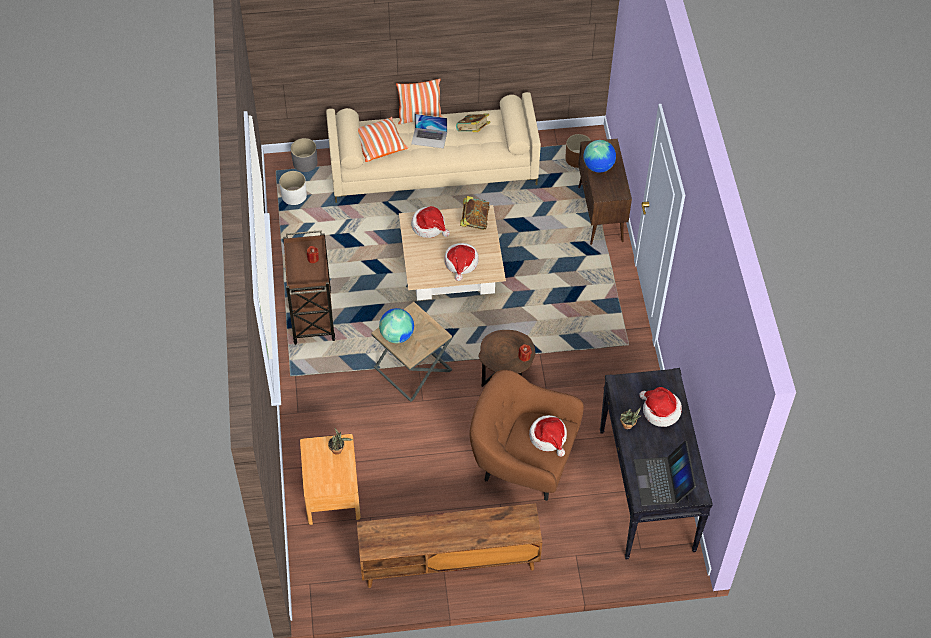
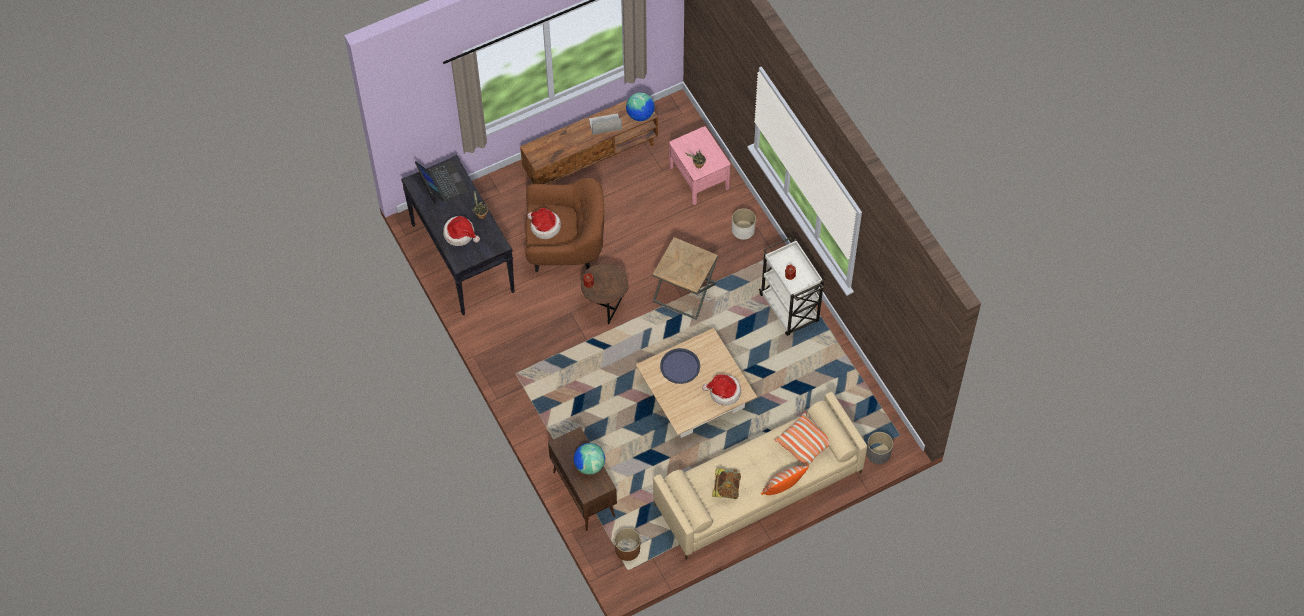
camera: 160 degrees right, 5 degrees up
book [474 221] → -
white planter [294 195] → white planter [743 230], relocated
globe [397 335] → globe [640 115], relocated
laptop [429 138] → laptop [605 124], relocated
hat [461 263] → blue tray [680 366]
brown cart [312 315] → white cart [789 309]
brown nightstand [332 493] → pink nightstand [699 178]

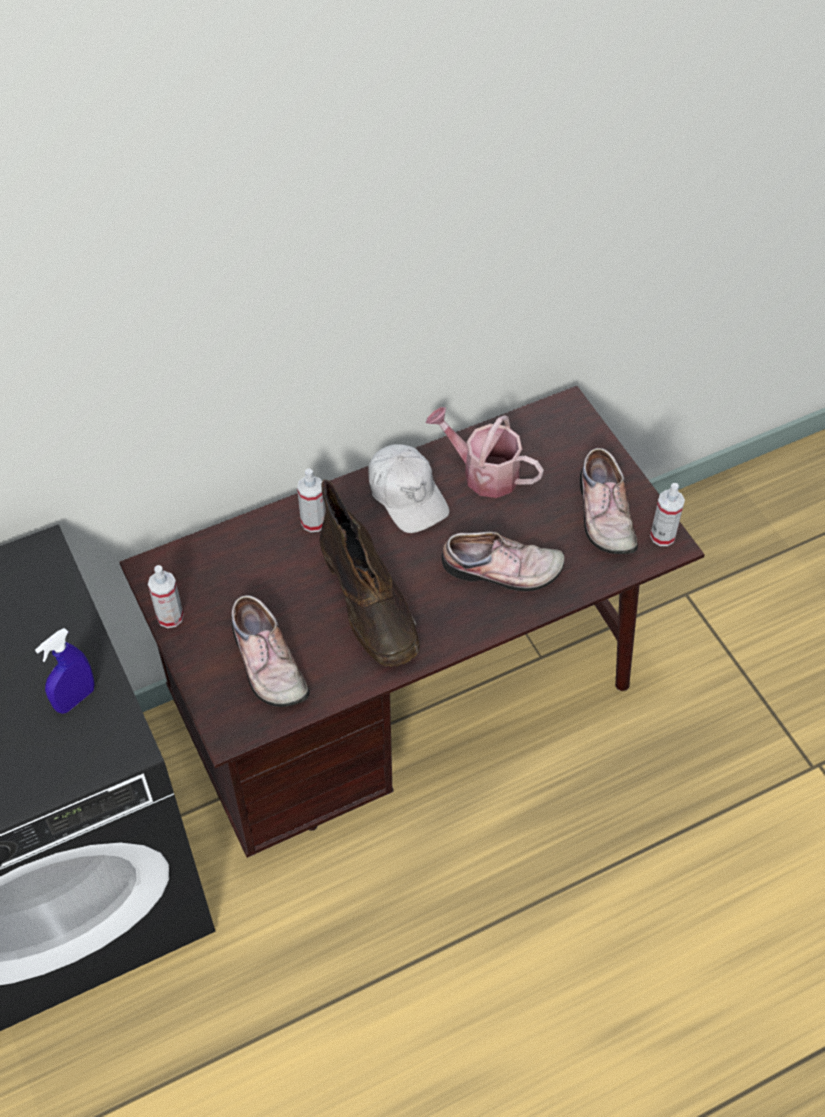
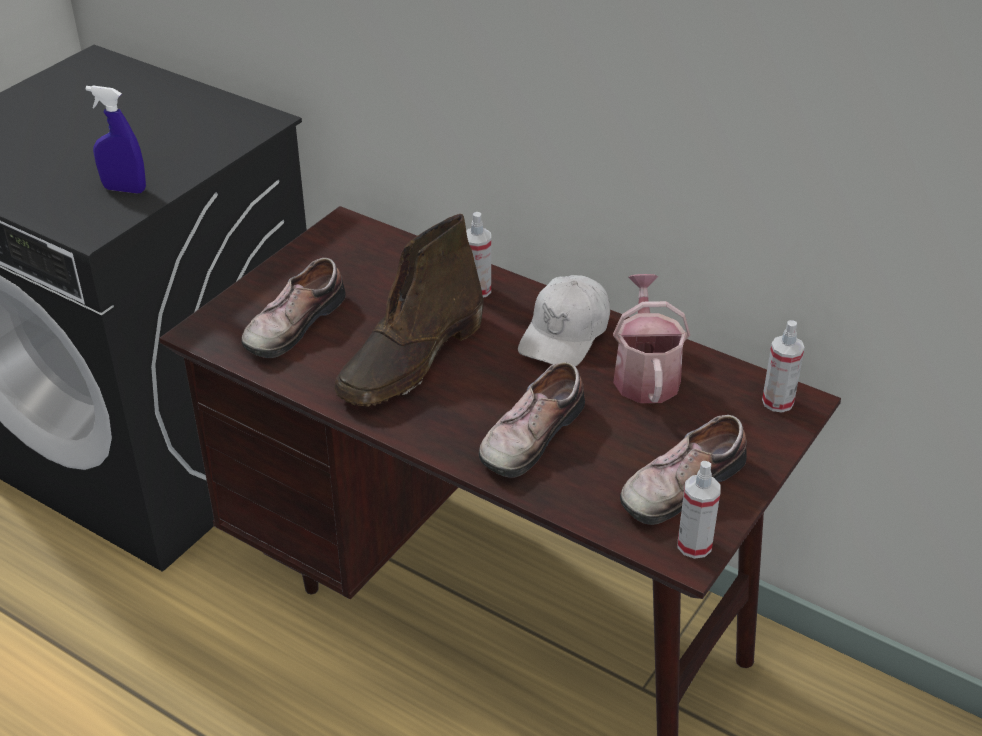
camera: 60 degrees right, 15 degrees down
spray bottle [170 617] → spray bottle [777 402], relocated
shoe [502 571] → shoe [528 434], 60 degrees clockwise

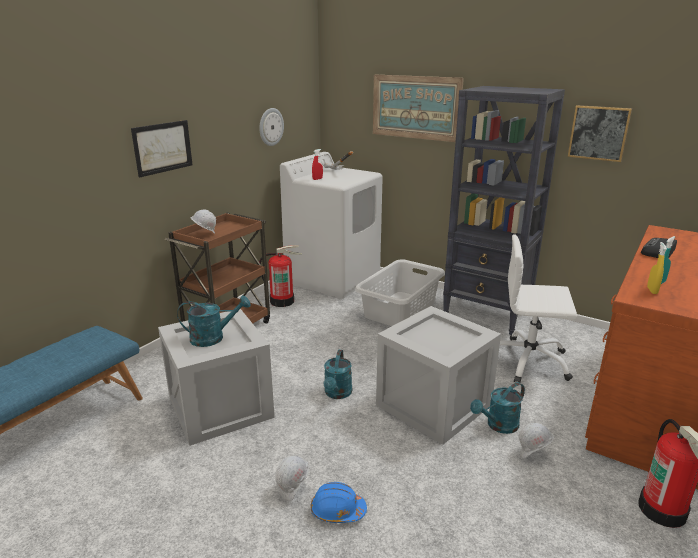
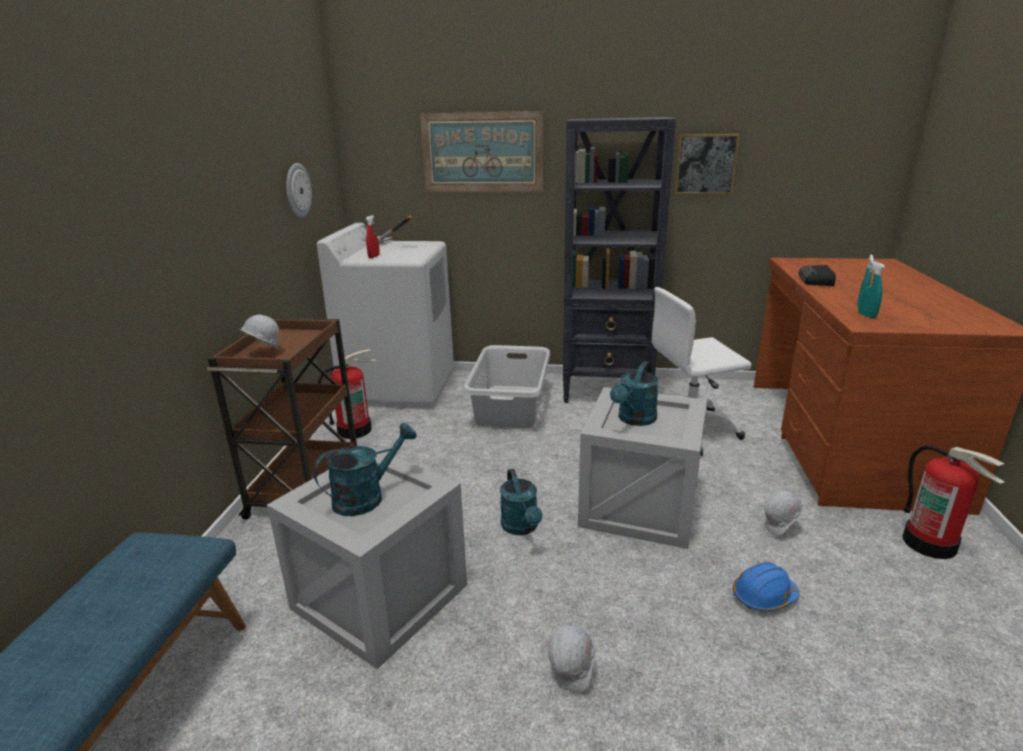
camera: 25 degrees left, 0 degrees up
picture [162 147] → -
blue hard hat [337 511] → blue hard hat [764 597], relocated
turquoise watering can [498 426] → turquoise watering can [634 420], relocated
yellow spray bottle [652 290] → turquoise spray bottle [866 315]

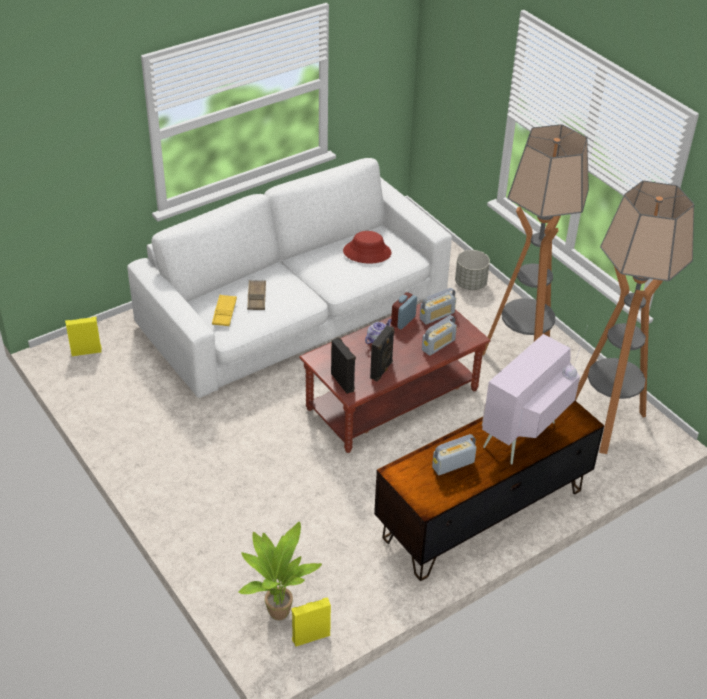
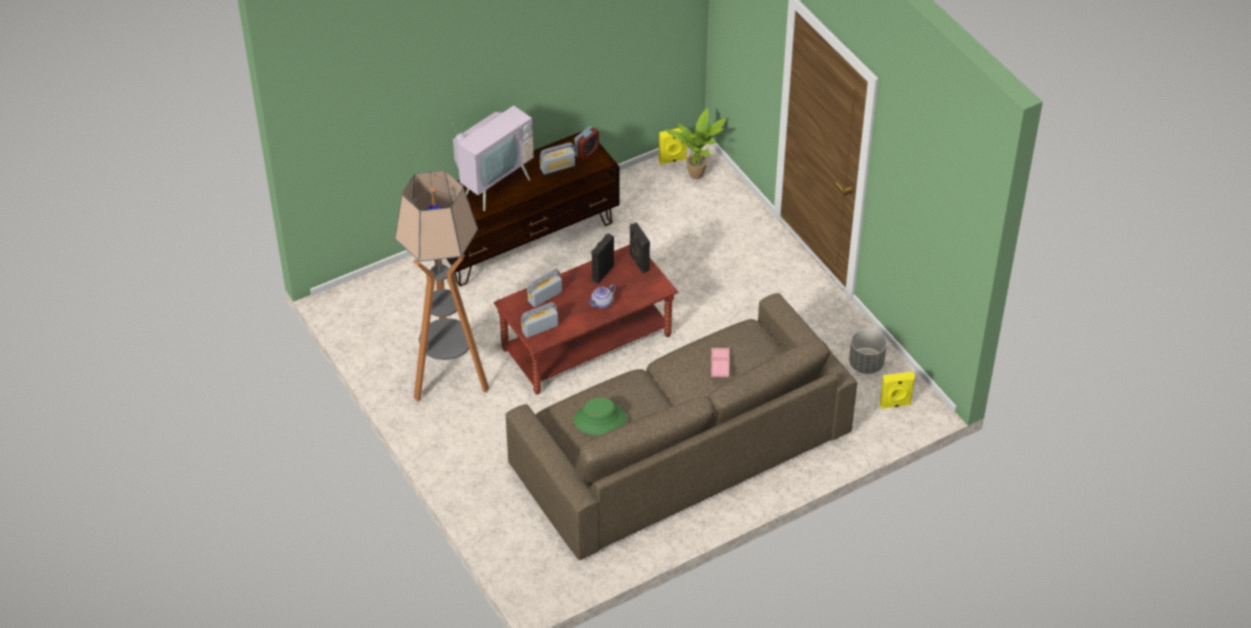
camera: 175 degrees left, 5 degrees up
yellow tray [224 313] → -
floor lamp [606 423] → -
alarm clock [403 321] → alarm clock [586 152], relocated
grey planter [470 283] → grey planter [866 364], relocated
white sofa [295 310] → brown sofa [679 448]
brown tray [256 297] → pink tray [720 364]
red hat [367 252] → green hat [600 420]

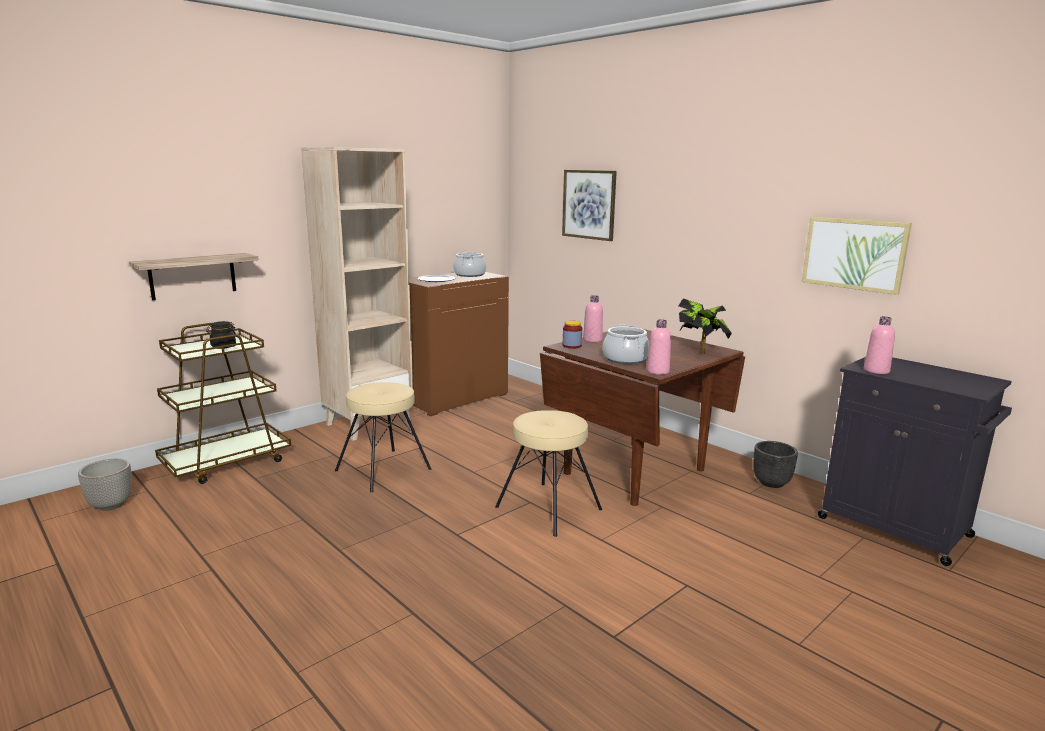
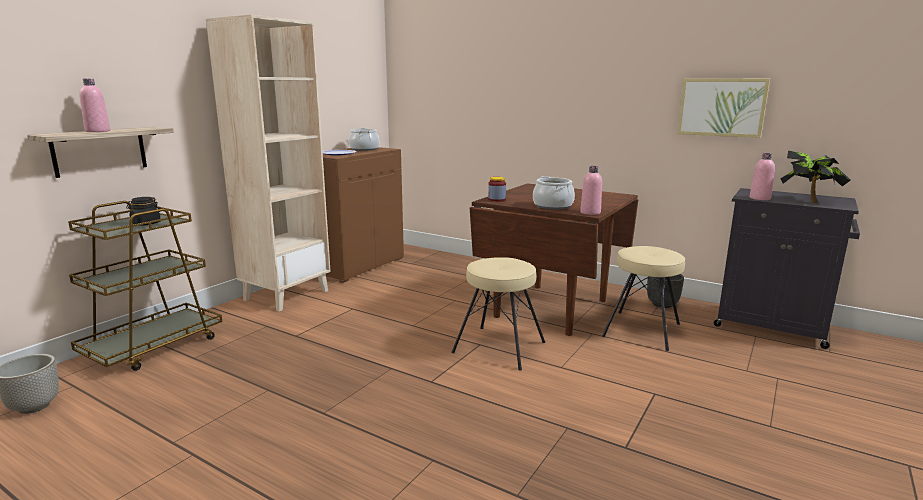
camera: 15 degrees left, 0 degrees up
picture [589 204] → -
beige stool [384 470] → beige stool [642 330], relocated
pink bottle [592 340] → pink bottle [97 131], relocated
potted plant [701 351] → potted plant [808 201], relocated

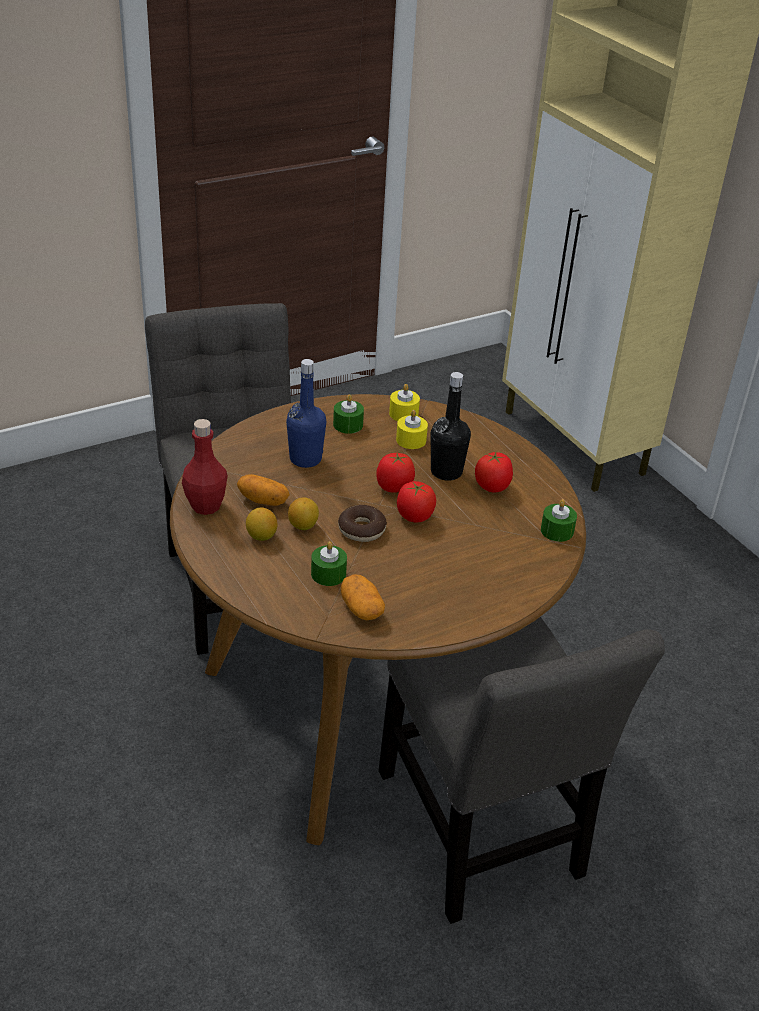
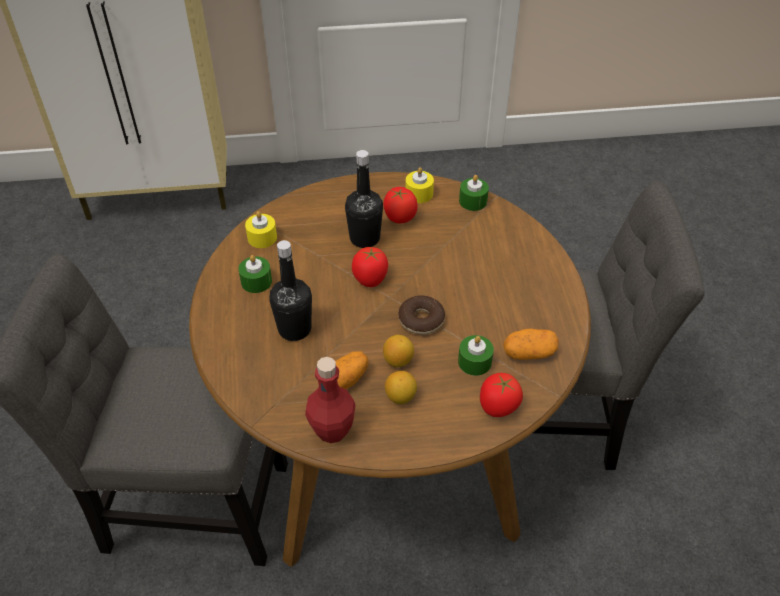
camera: 65 degrees left, 10 degrees up
yellow candle [411 440] → yellow candle [419 193], relocated
tomato [414 517] → tomato [498 407], relocated
blue bottle [305 459] → black bottle [294 329]

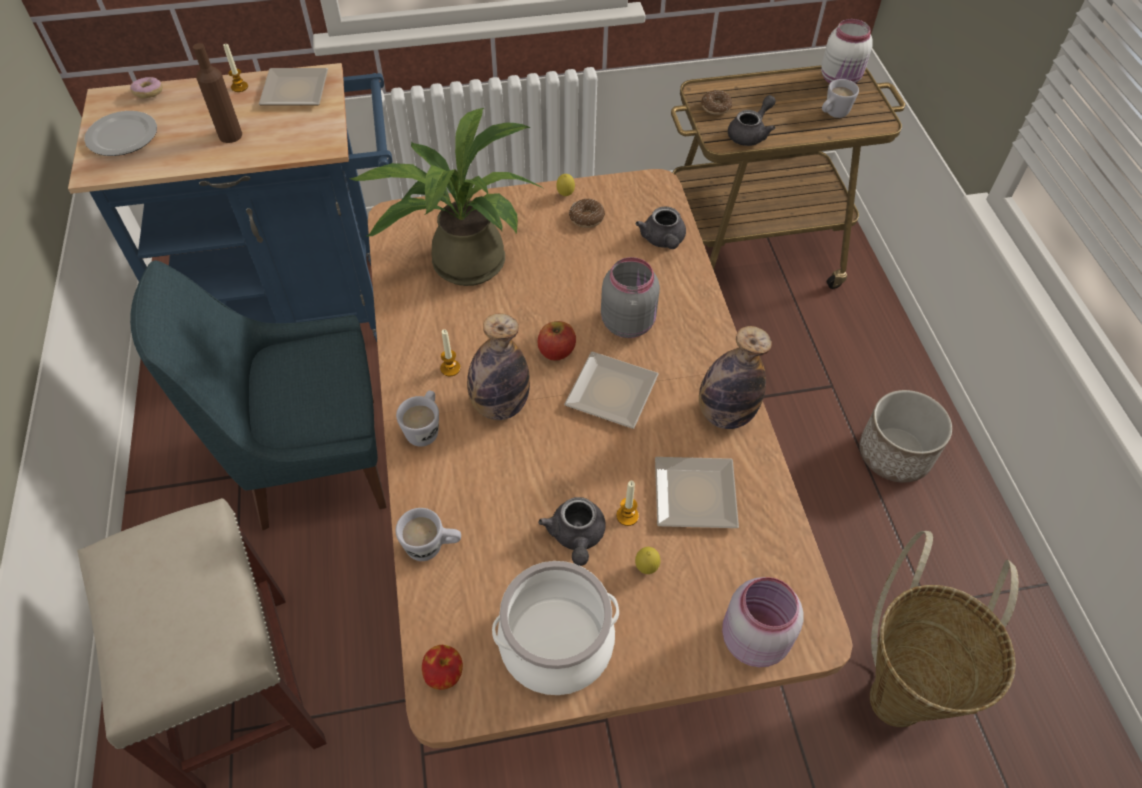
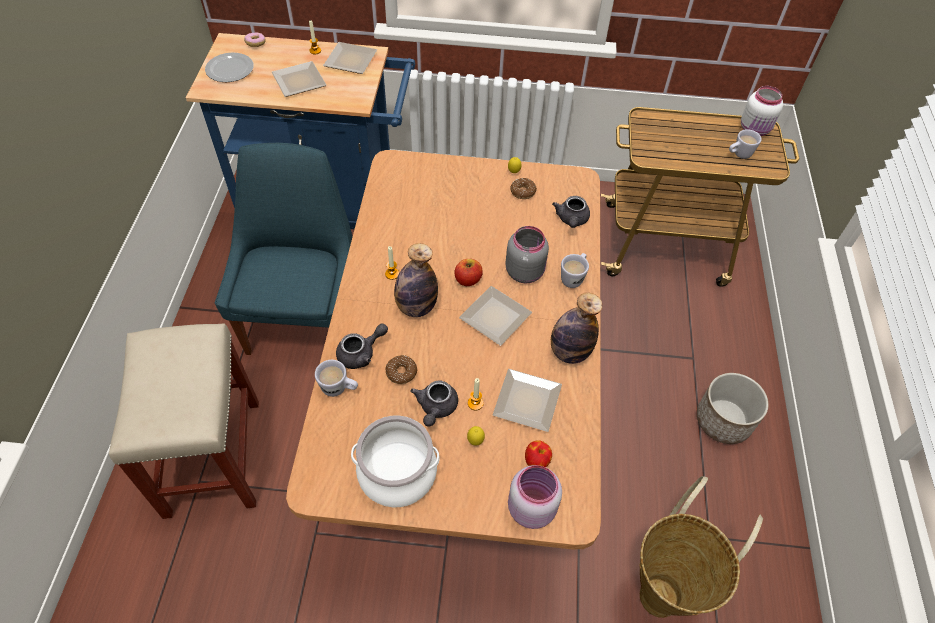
camera: 15 degrees right, 0 degrees up
potted plant [459 261] → -
white mug [425 428] → white mug [573 277], relocated
apple [444 674] → apple [537 461], relocated
donut [715 107] → donut [401 372], relocated
grey teapot [750 134] → grey teapot [361 353], relocated
brown bottle [230 135] → plate [298 83]
blue chair [312 462] → blue chair [304 318], 90 degrees clockwise

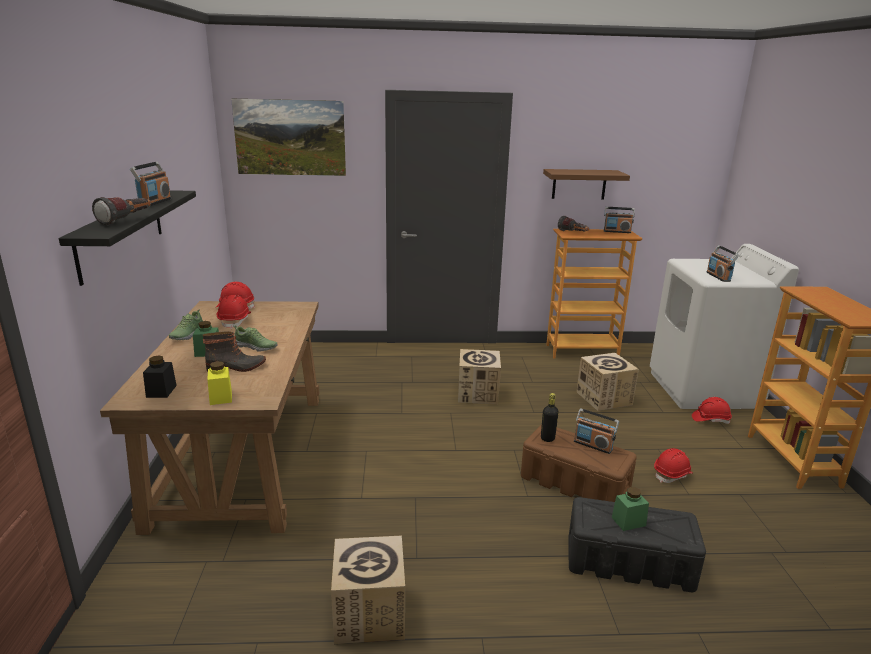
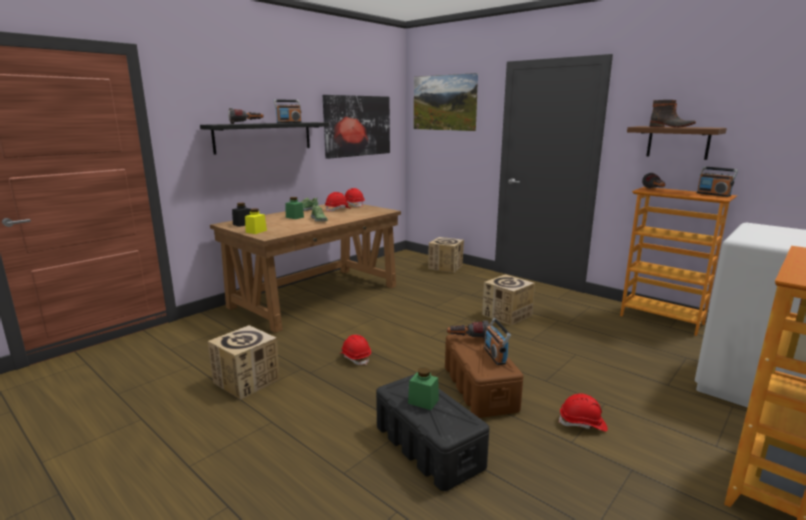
camera: 45 degrees right, 5 degrees down
radio [718 277] → -
- → picture [357 126]
boot [236 367] → boot [671 127], relocated
cardboard box [604 398] → cardboard box [445 267], relocated
red hard hat [710 419] → red hard hat [355 357], relocated
black bottle [547 438] → flashlight [467 339]

